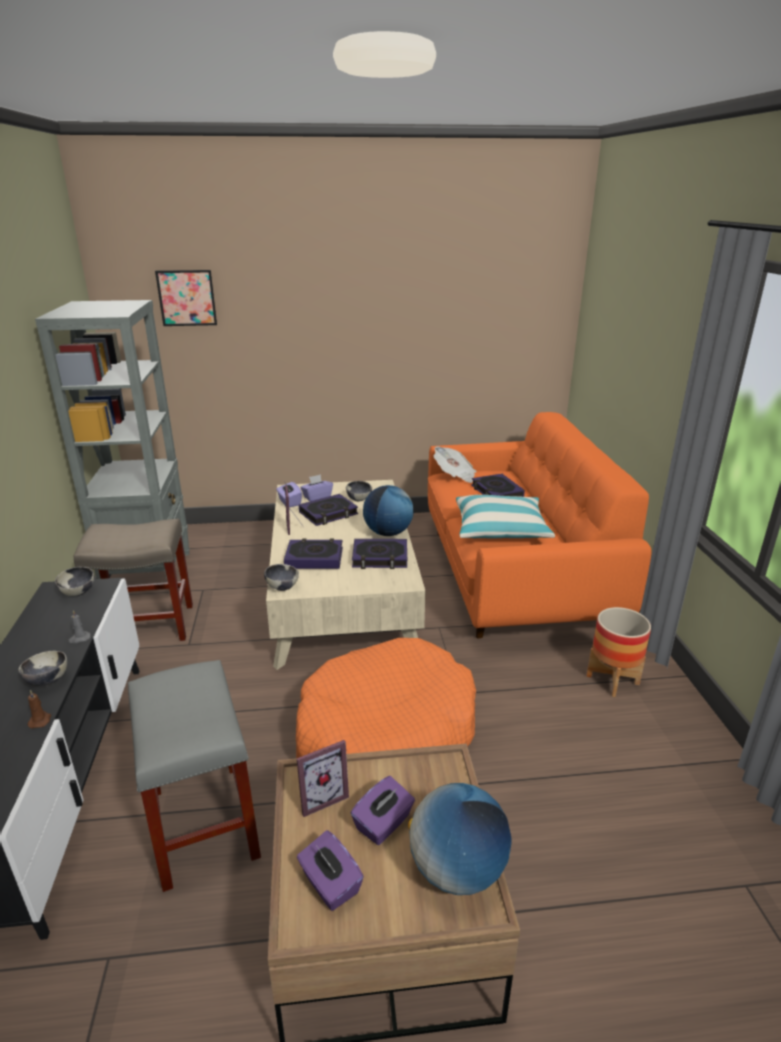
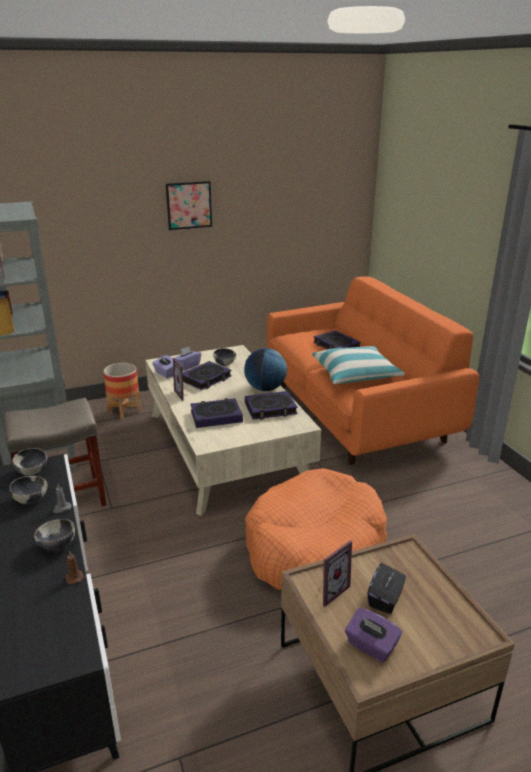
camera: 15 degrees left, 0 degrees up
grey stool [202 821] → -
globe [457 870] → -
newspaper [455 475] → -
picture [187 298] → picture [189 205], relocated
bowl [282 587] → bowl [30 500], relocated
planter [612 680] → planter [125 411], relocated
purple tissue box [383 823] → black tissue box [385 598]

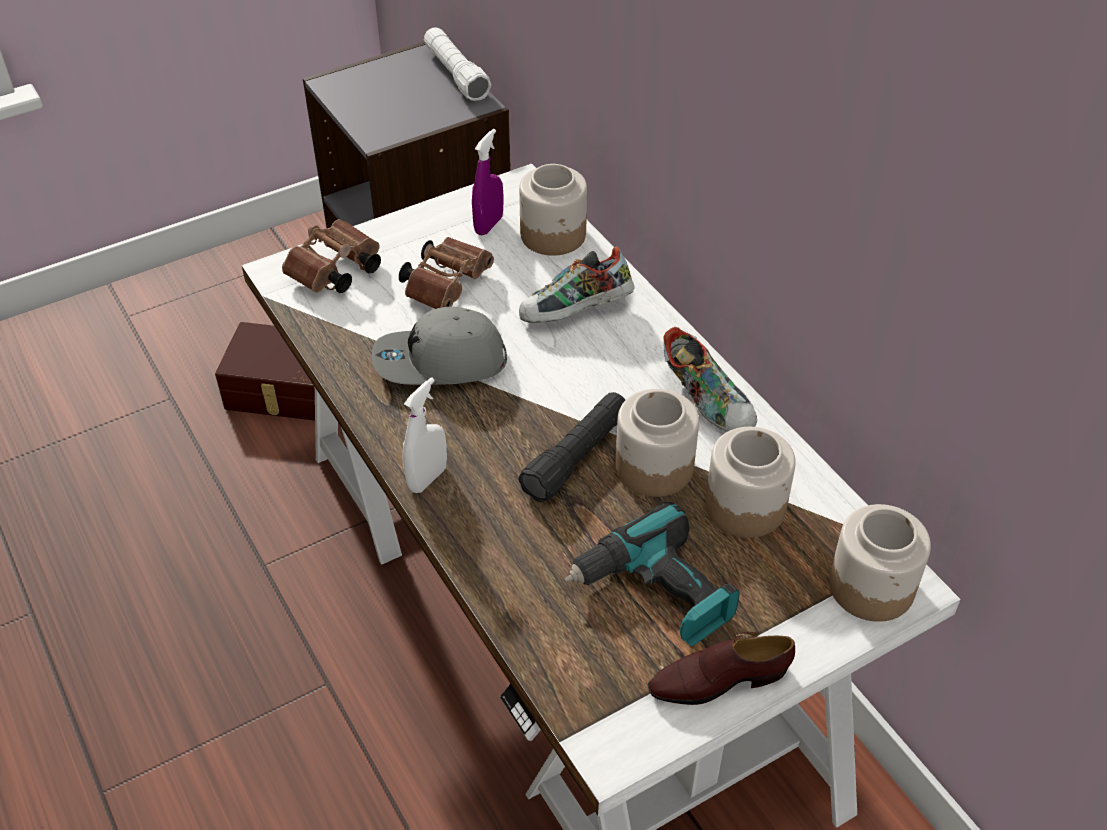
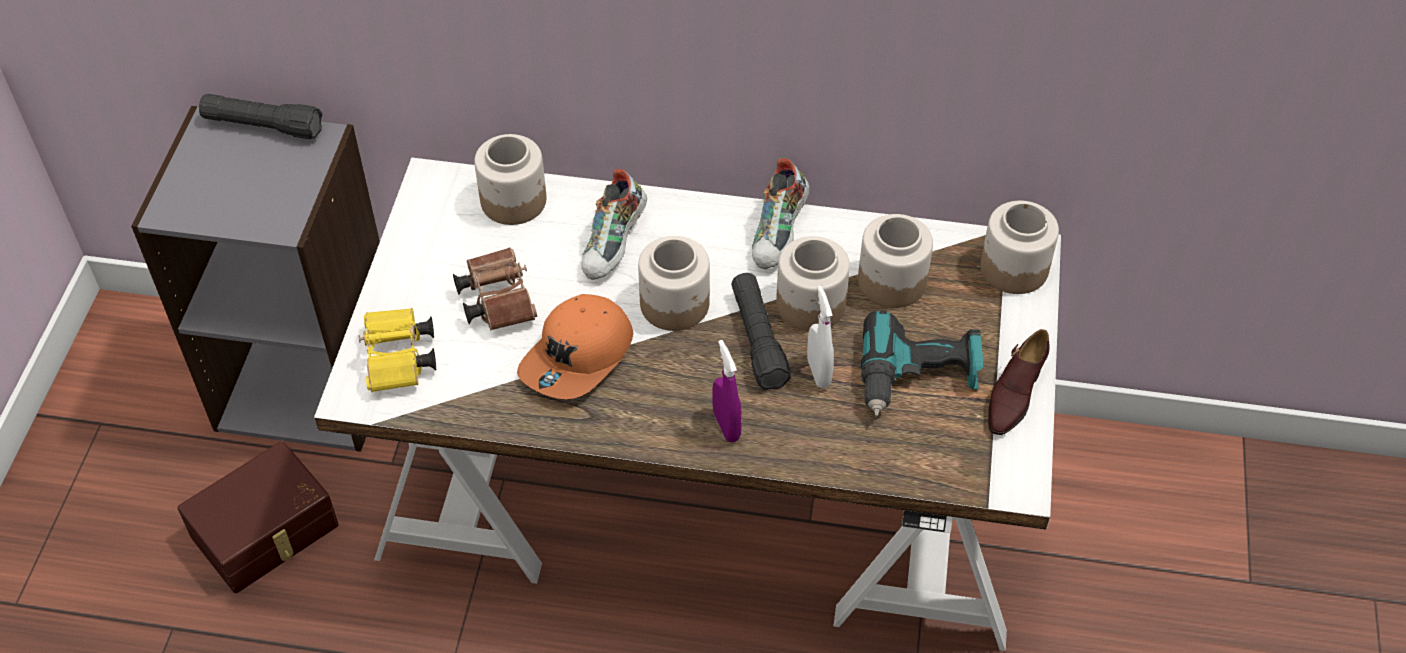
camera: 50 degrees left, 5 degrees up
- → jar [675 304]
white spray bottle [427 478] → white spray bottle [818 372], relocated
purple spray bottle [488 225] → purple spray bottle [726 426], relocated
brown binoculars [334 273] → yellow binoculars [399 361]
grey cap [439 362] → orange cap [578 357]
white flashlight [456 75] → black flashlight [263 126]
shoe [707 401] → shoe [780 234], 105 degrees clockwise

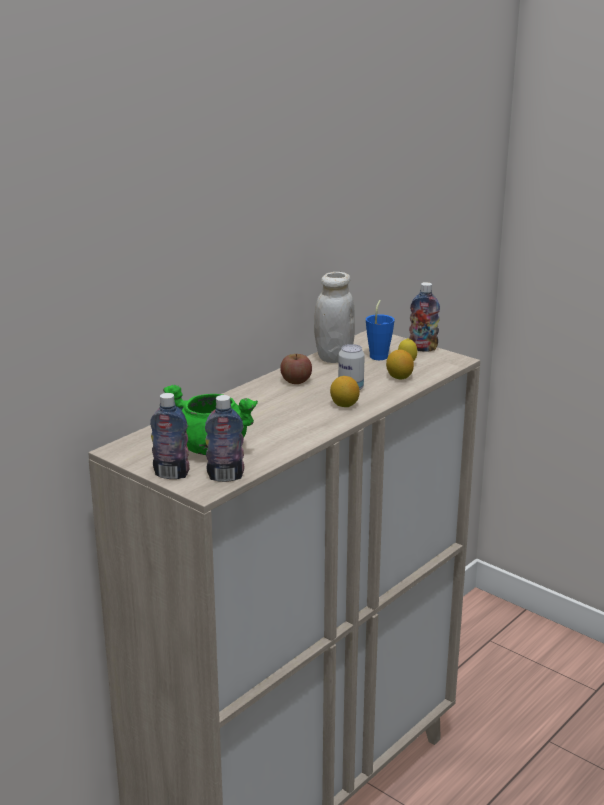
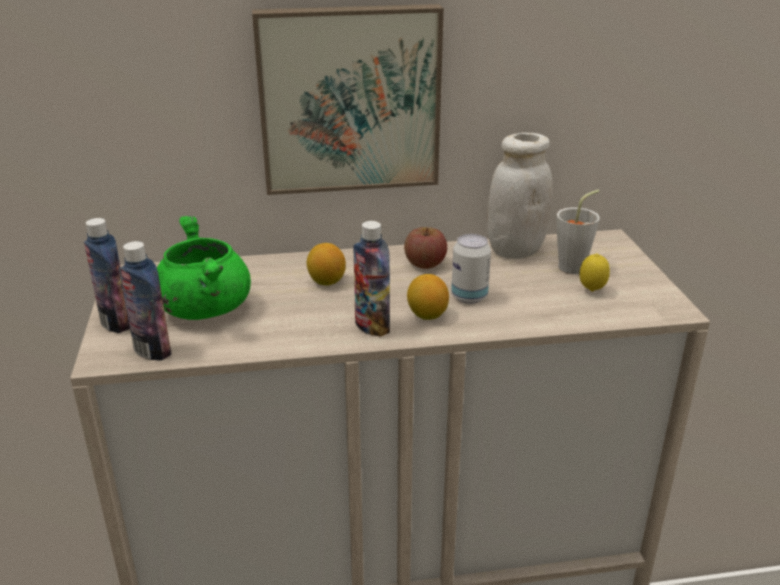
camera: 40 degrees right, 5 degrees up
- → picture [349 99]
lemon [399 377] → lemon [326 281], relocated
bottle [423 348] → bottle [372 327], relocated
blue cup [379 355] → grey cup [576 266]

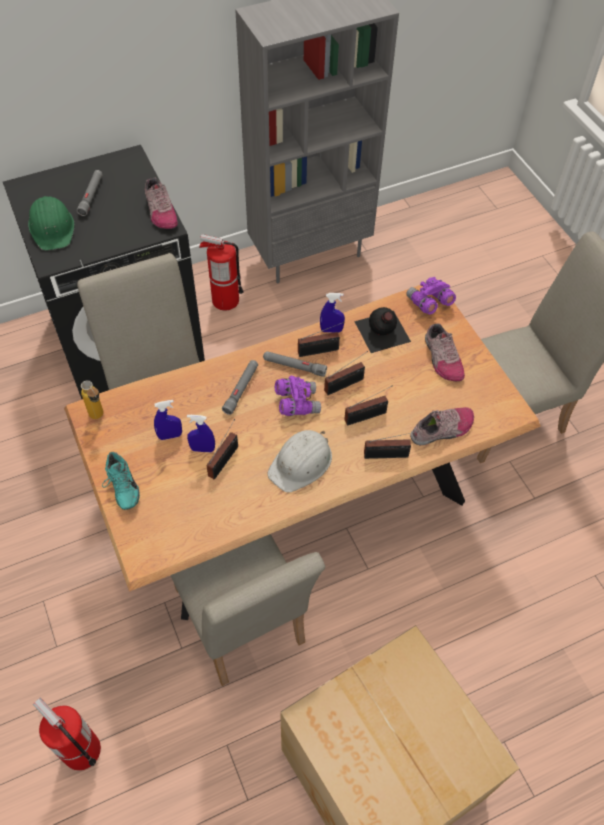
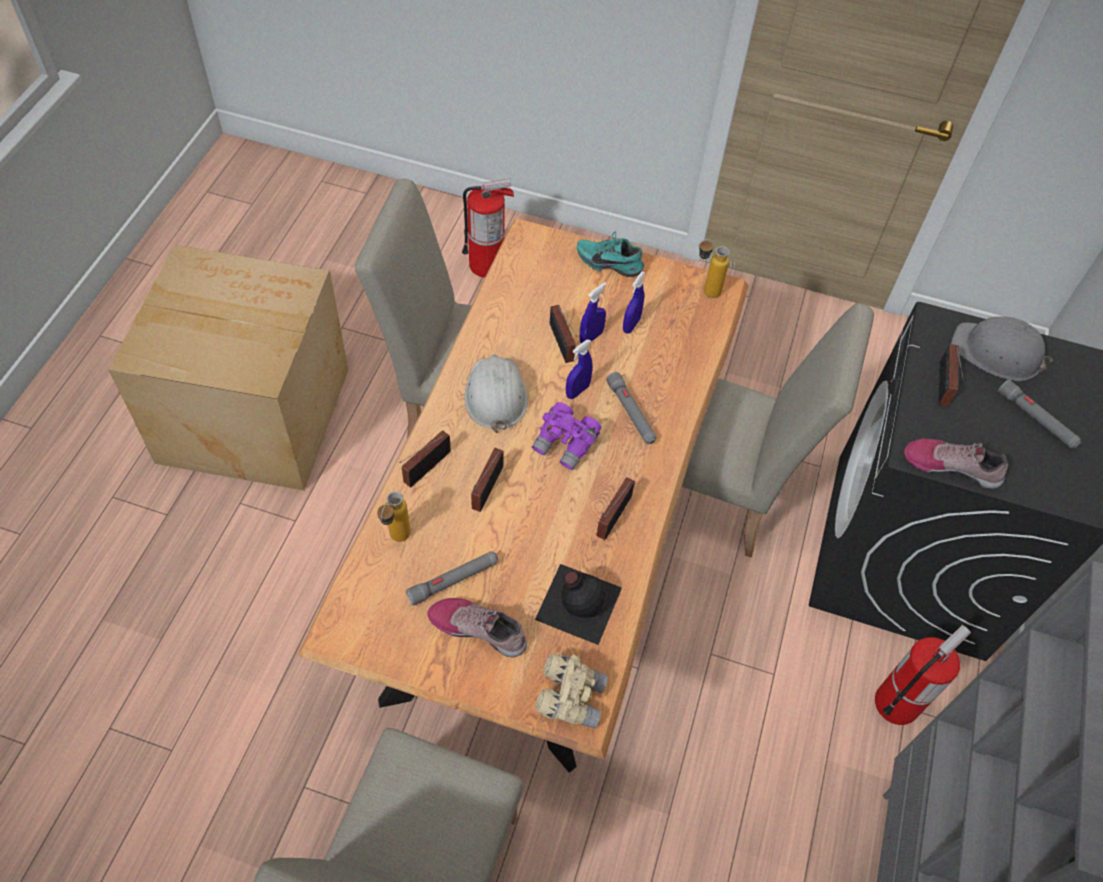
camera: 130 degrees right, 0 degrees up
grey flashlight [294 366] → grey flashlight [453 580], relocated
blue spray bottle [331 330] → blue spray bottle [577 391], relocated
radio [346 384] → radio [942 386], relocated
shoe [442 430] → bottle [396 540]
green hard hat [52 228] → grey hard hat [997 353]
purple binoculars [429 303] → beige binoculars [570 696]

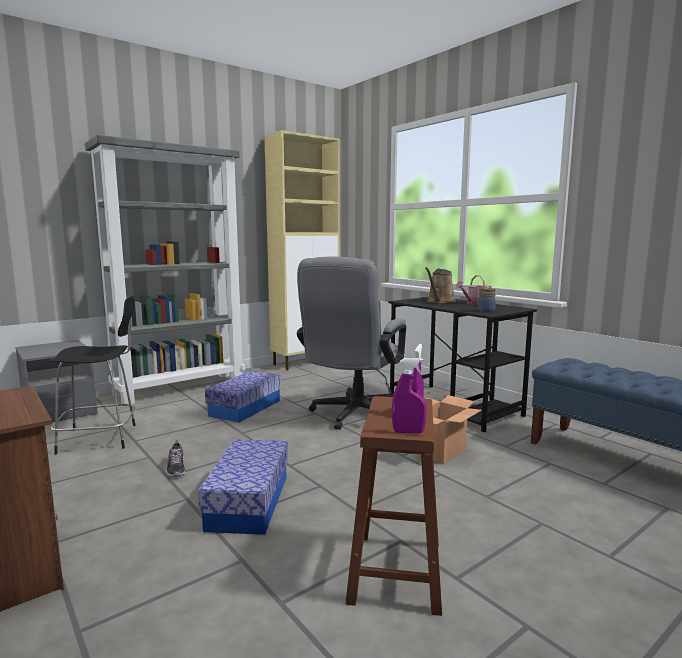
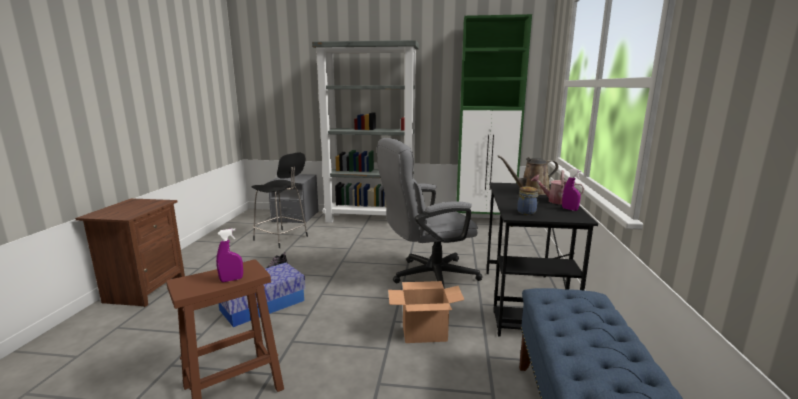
camera: 45 degrees right, 5 degrees up
storage box [245 408] → -
purple spray bottle [408 432] → purple spray bottle [569 209], relocated
beige cabinet [306 362] → green cabinet [485 222]

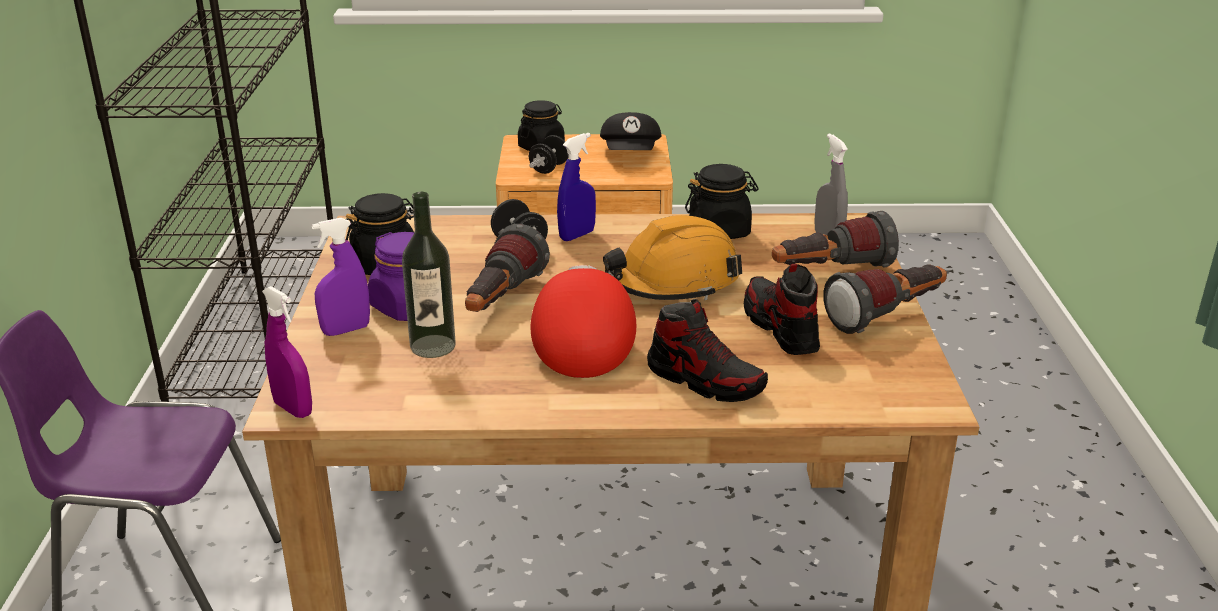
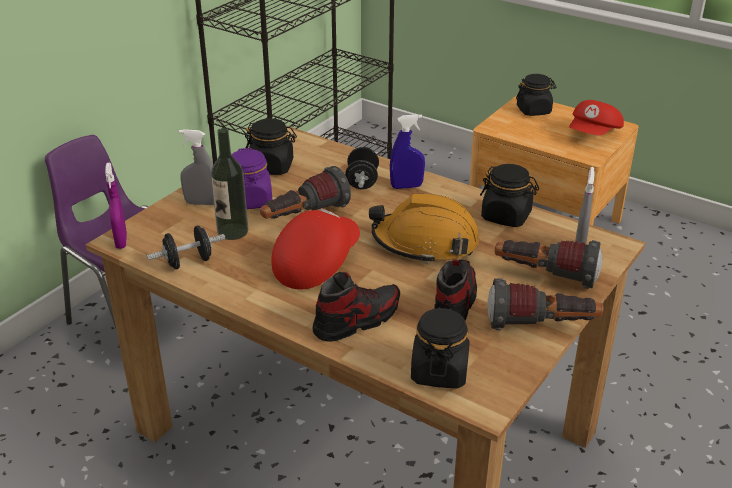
camera: 35 degrees right, 5 degrees up
- → black jar [439 371]
black dumbbell [549 168] → black dumbbell [189 262], relocated
purple spray bottle [346 330] → grey spray bottle [201 203]
black cap [631 154] → red cap [594 134]
shoe [705 380] → shoe [357 320], 105 degrees counterclockwise

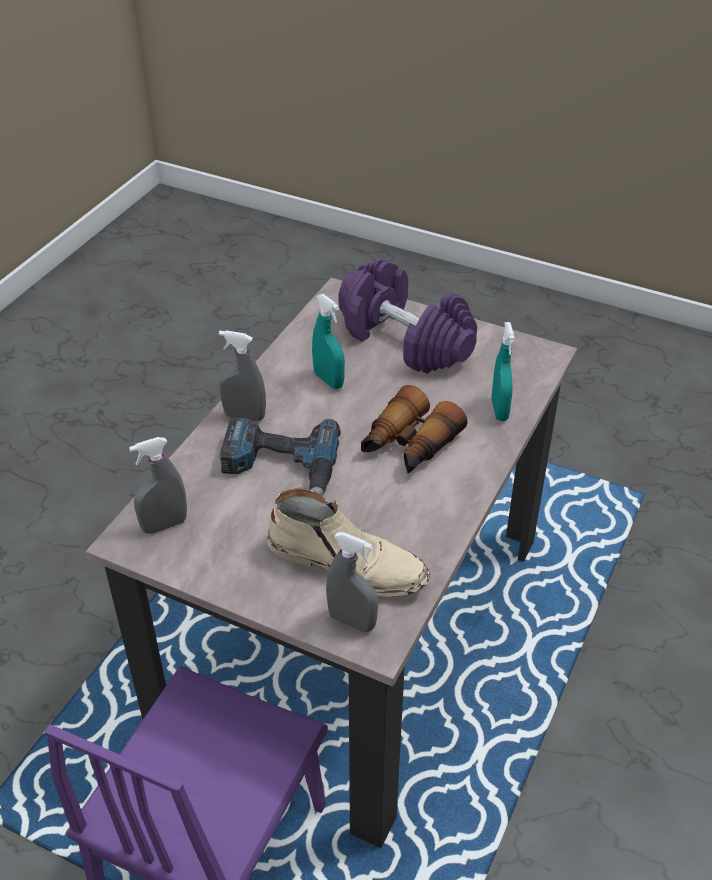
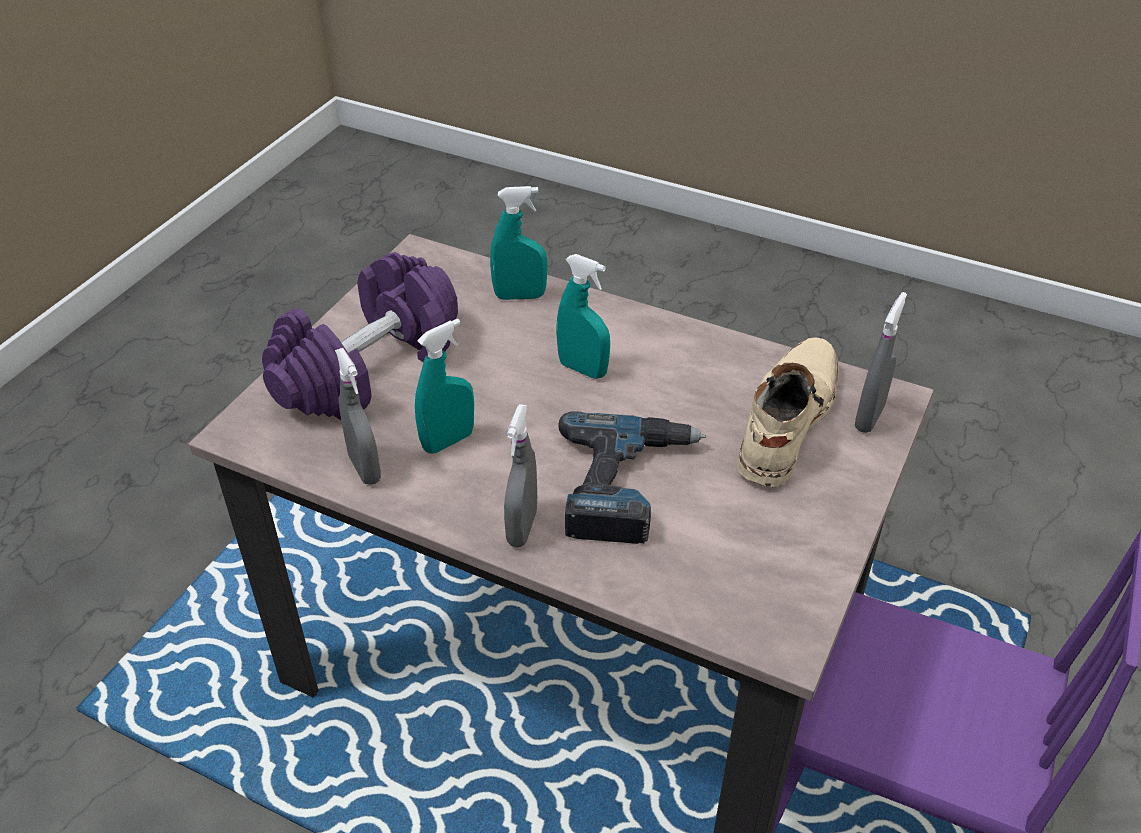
camera: 90 degrees left, 0 degrees up
grey spray bottle [164 525] → grey spray bottle [364 468], relocated
binoculars [408 445] → turquoise spray bottle [582 369]

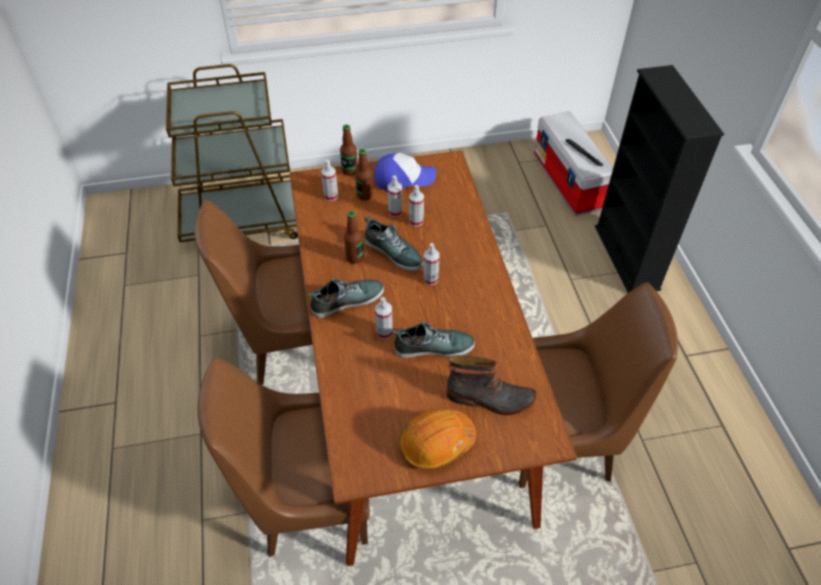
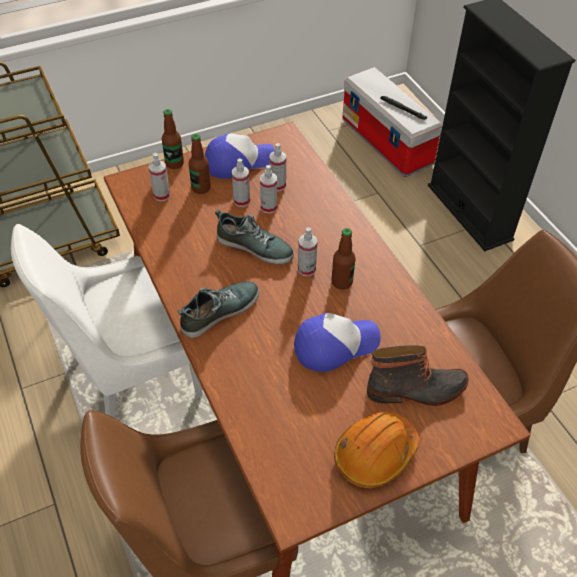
camera: 15 degrees left, 0 degrees up
bottle [355 257] → bottle [341 282], relocated
spray bottle [384 332] → spray bottle [277 185], relocated
shoe [433 347] → cap [335 345]
brown chair [290 343] → white chair [132 375]

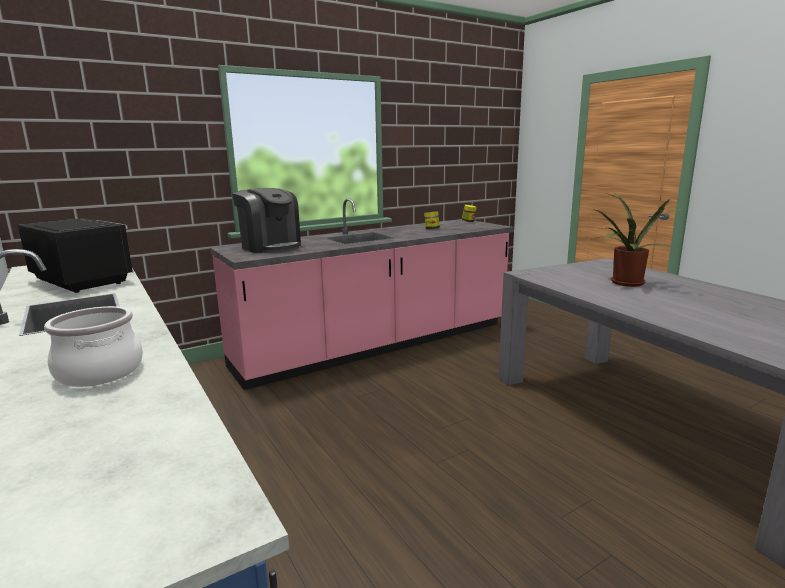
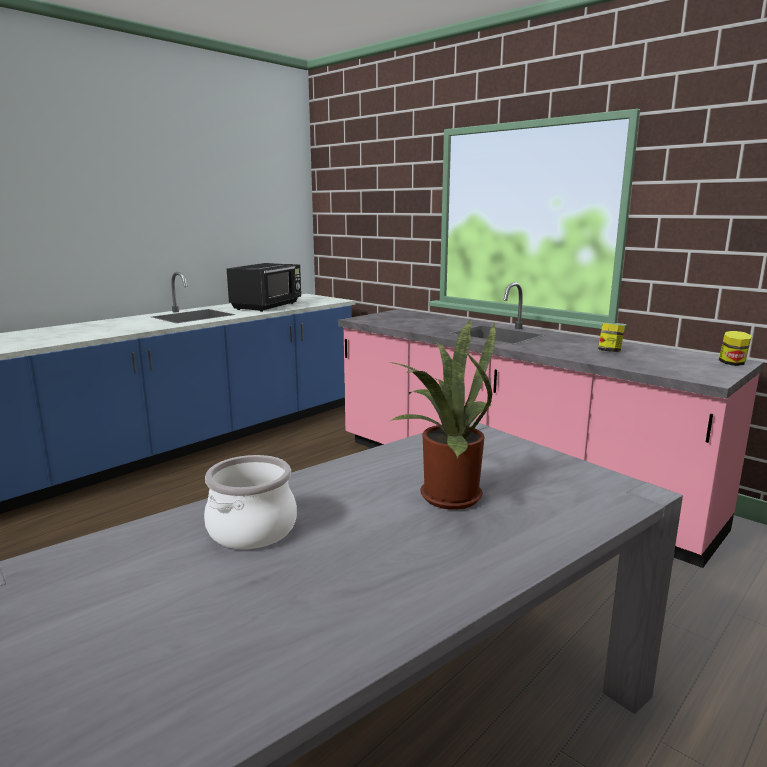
camera: 75 degrees right, 0 degrees up
coffee machine [270 247] → -
cooking pot [99 372] → cooking pot [251 529], relocated

